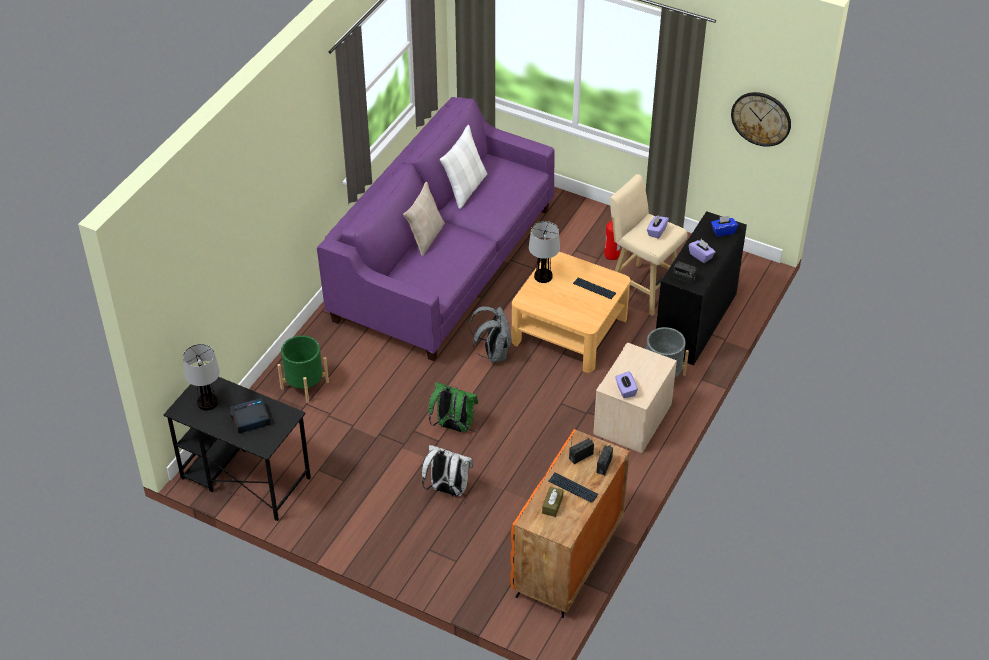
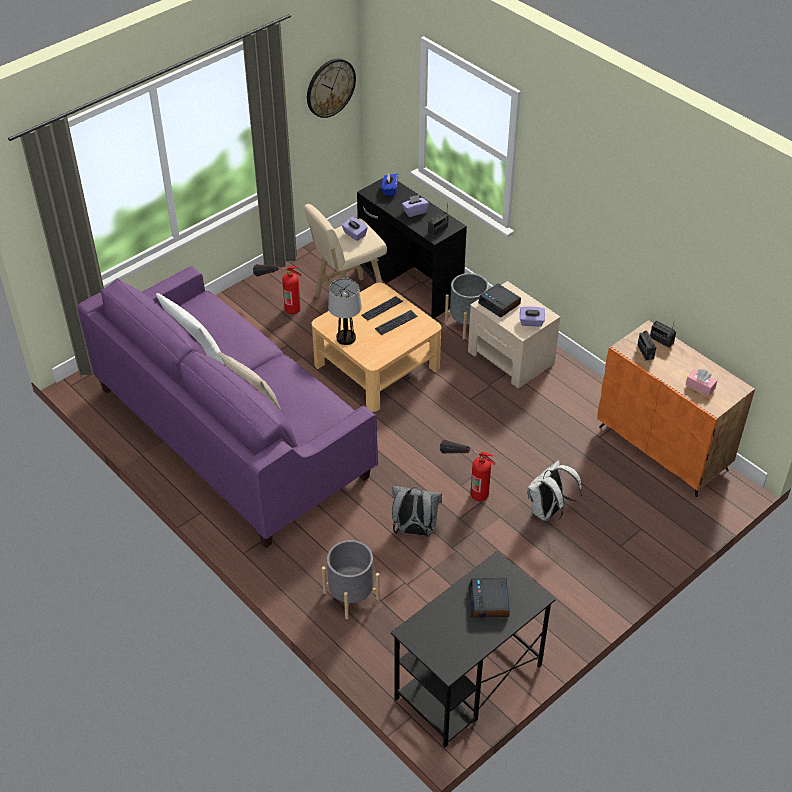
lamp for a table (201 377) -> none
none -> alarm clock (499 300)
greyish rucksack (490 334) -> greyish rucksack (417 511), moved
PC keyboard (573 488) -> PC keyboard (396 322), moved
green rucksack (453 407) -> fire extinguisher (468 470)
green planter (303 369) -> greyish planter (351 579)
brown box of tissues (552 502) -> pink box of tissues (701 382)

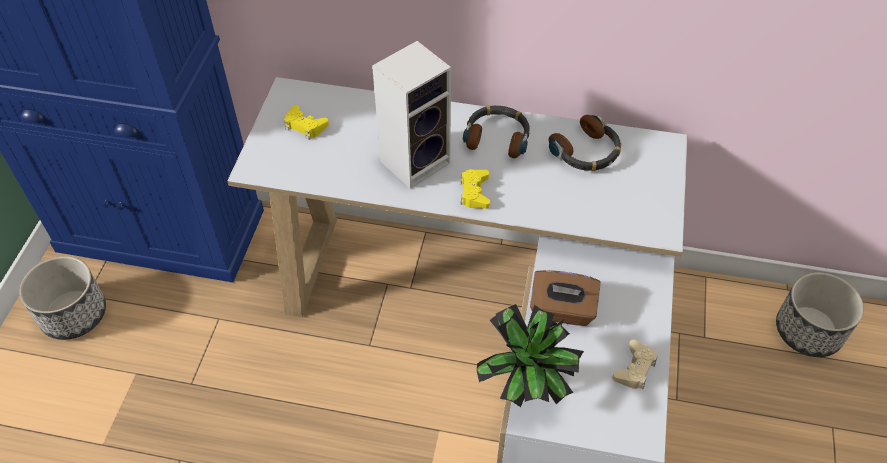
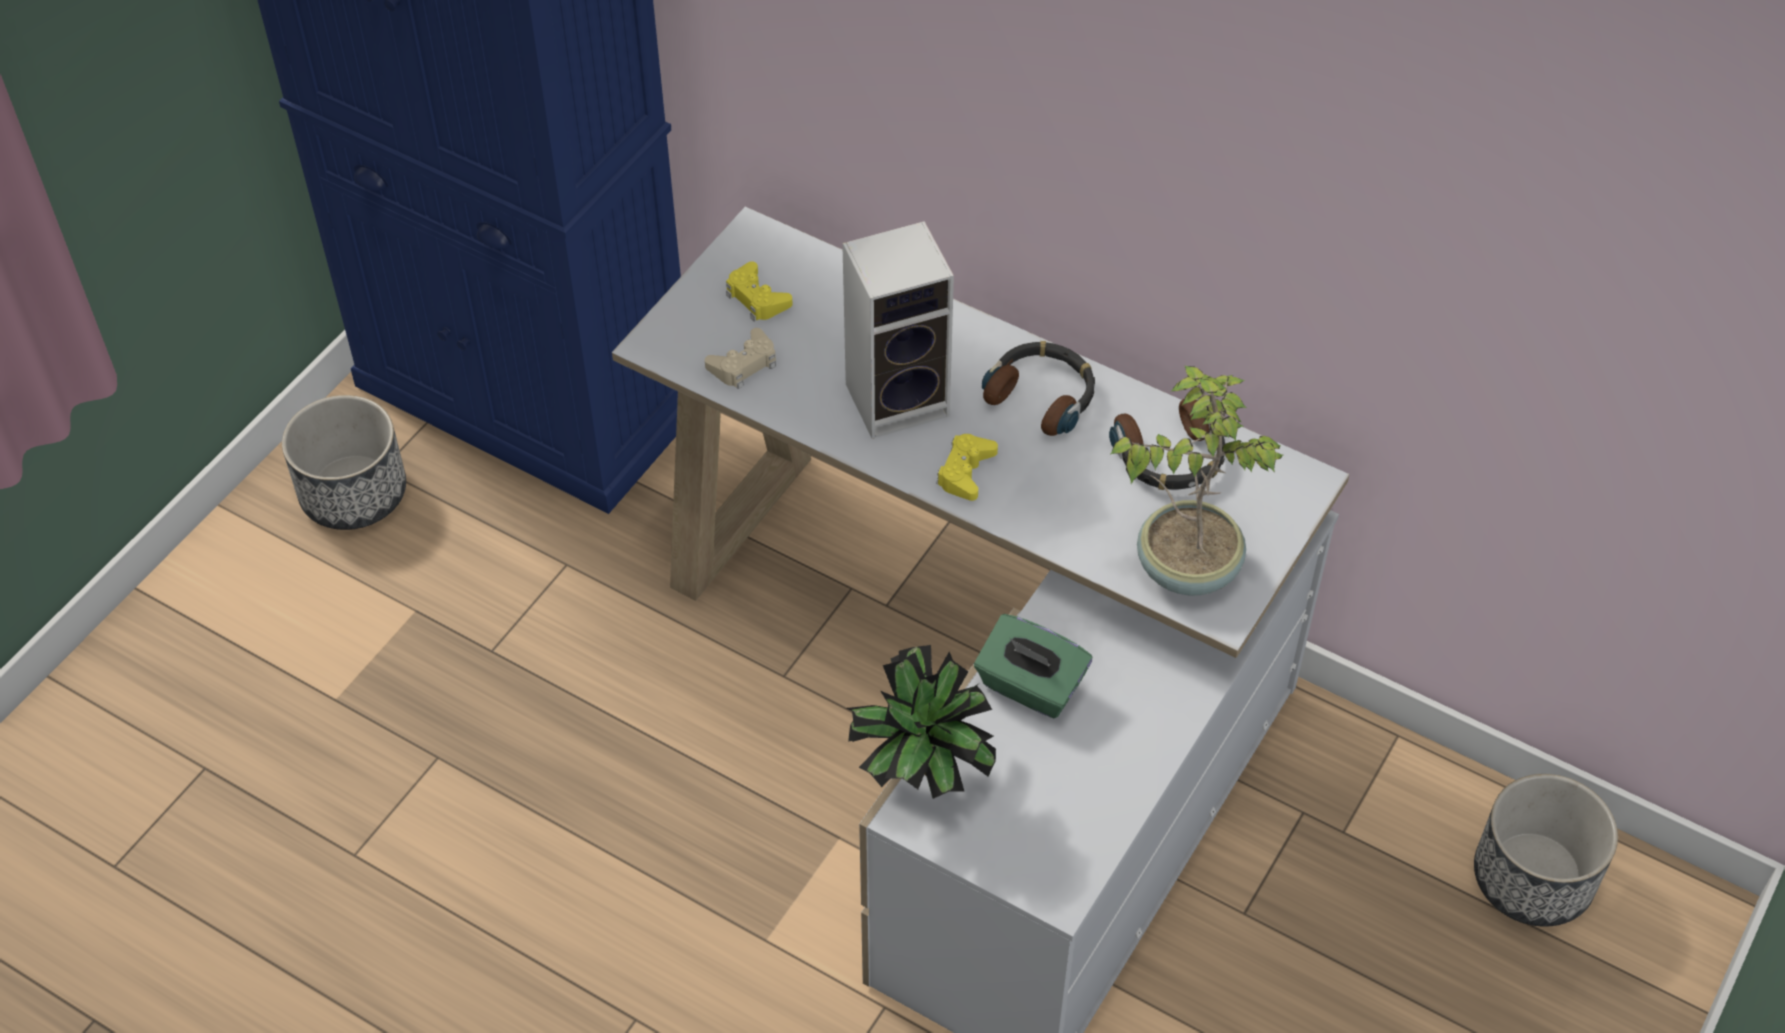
none -> houseplant (1196 480)
sand-coloured joypad (634 364) -> sand-coloured joypad (740 358), moved
brown box of tissues (565 298) -> green box of tissues (1033 666)

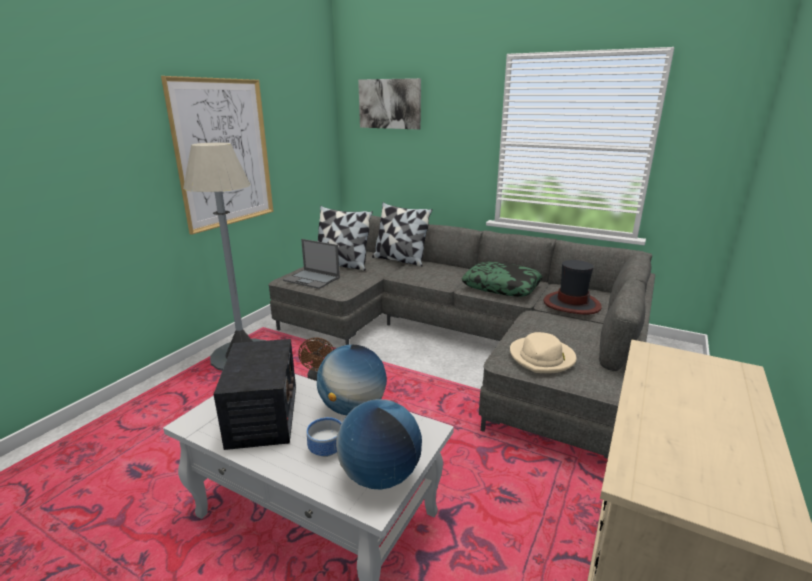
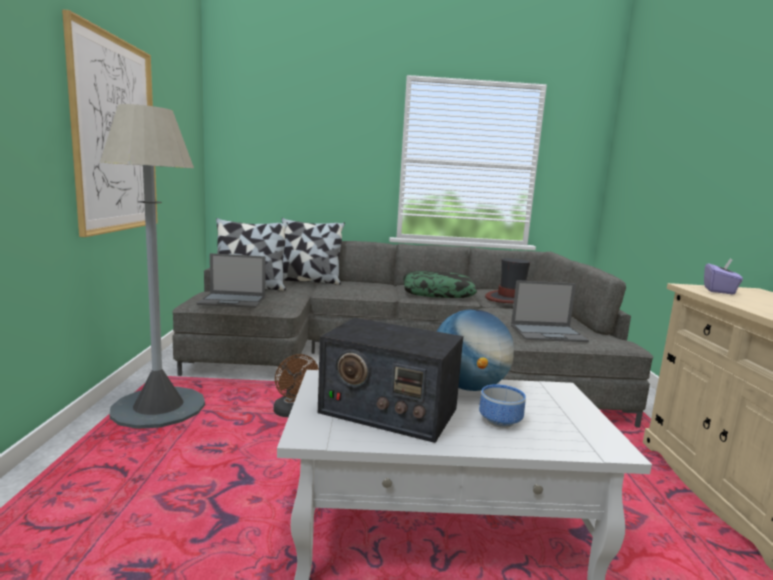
globe (379 444) -> none
picture (389 104) -> none
none -> purple-coloured box of tissues (723 276)
sand-coloured wearable hat (543 352) -> notebook computer (550 311)
radio set (255 394) -> radio set (390 380), 150 degrees clockwise

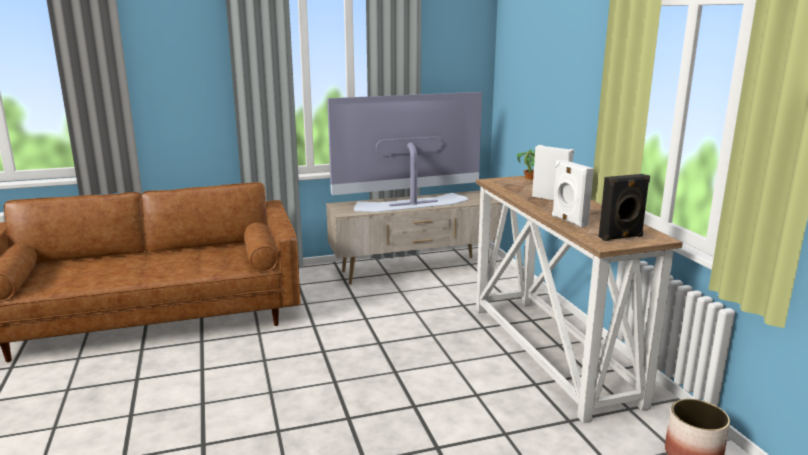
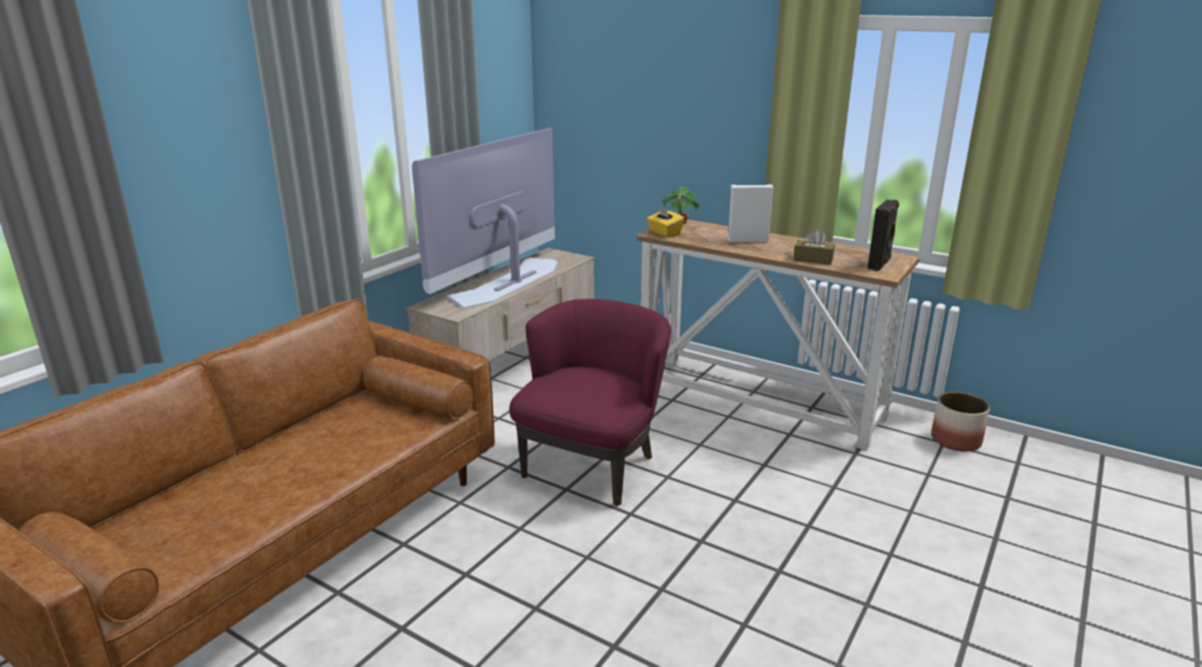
none -> purple-coloured armchair (590 402)
none -> yellow-coloured box of tissues (665 222)
white audio speaker (573 193) -> brown box of tissues (814 247)

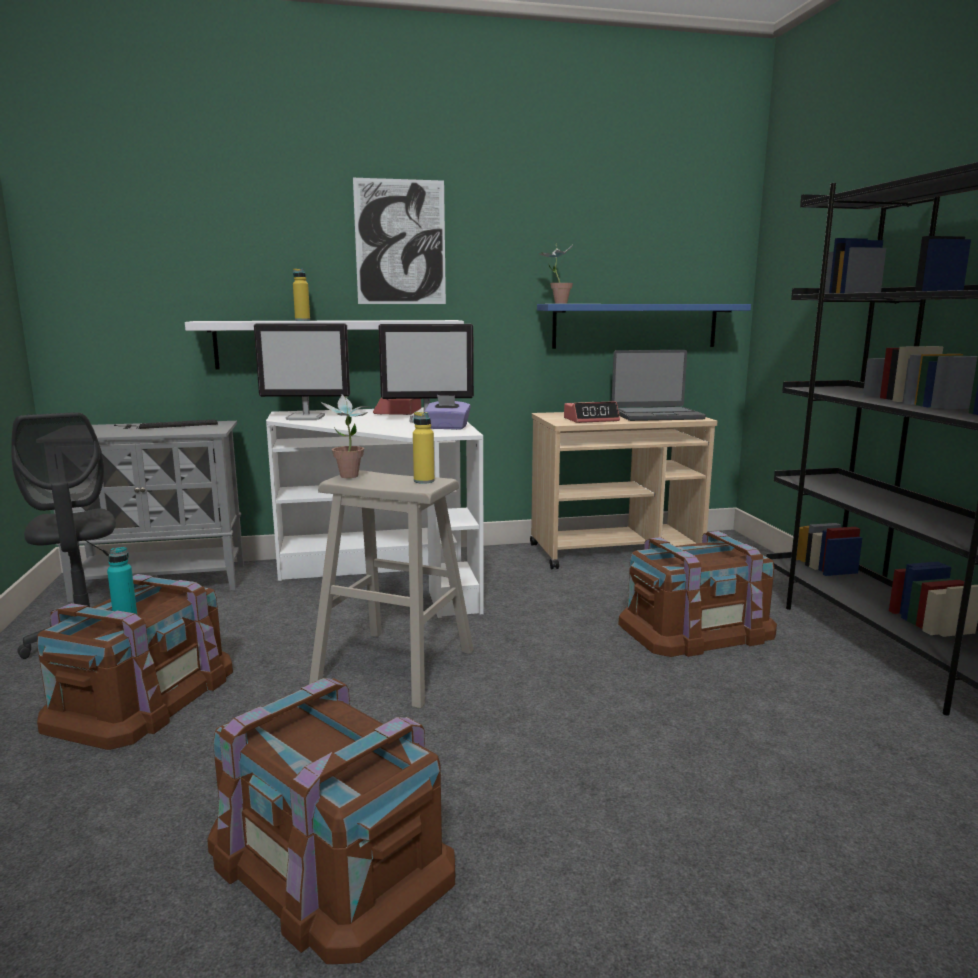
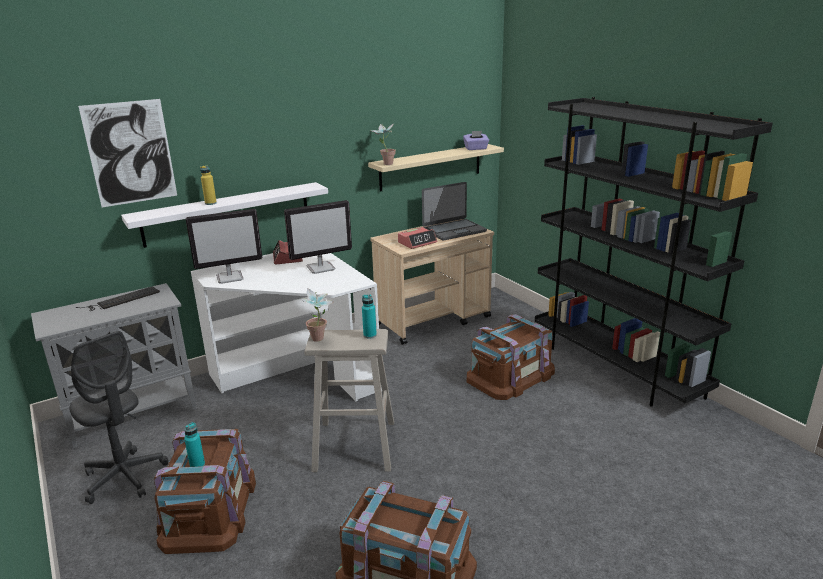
picture (399 241) -> picture (127 153), moved
purple-coloured box of tissues (447 412) -> purple-coloured box of tissues (476 140), moved
yellow-coloured beverage bottle (424 448) -> turquoise-coloured beverage bottle (369 316)
bluish wall shelf (644 326) -> sand-coloured wall shelf (436 168)

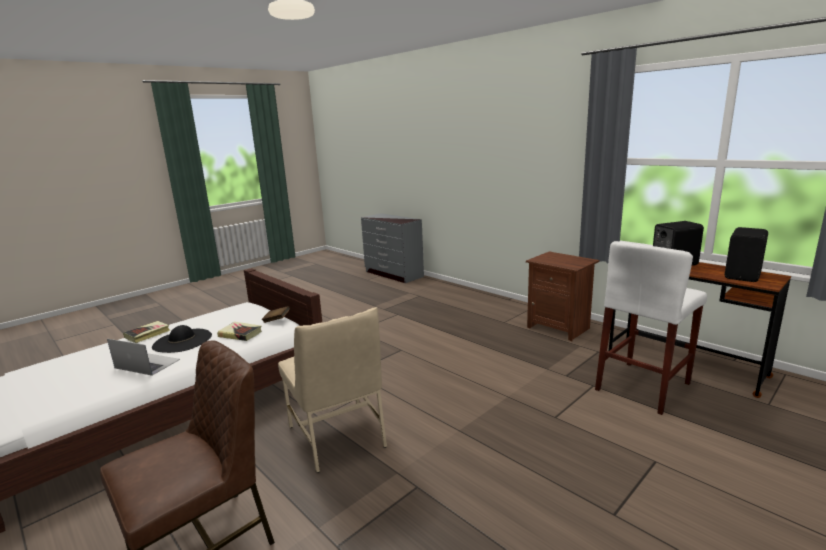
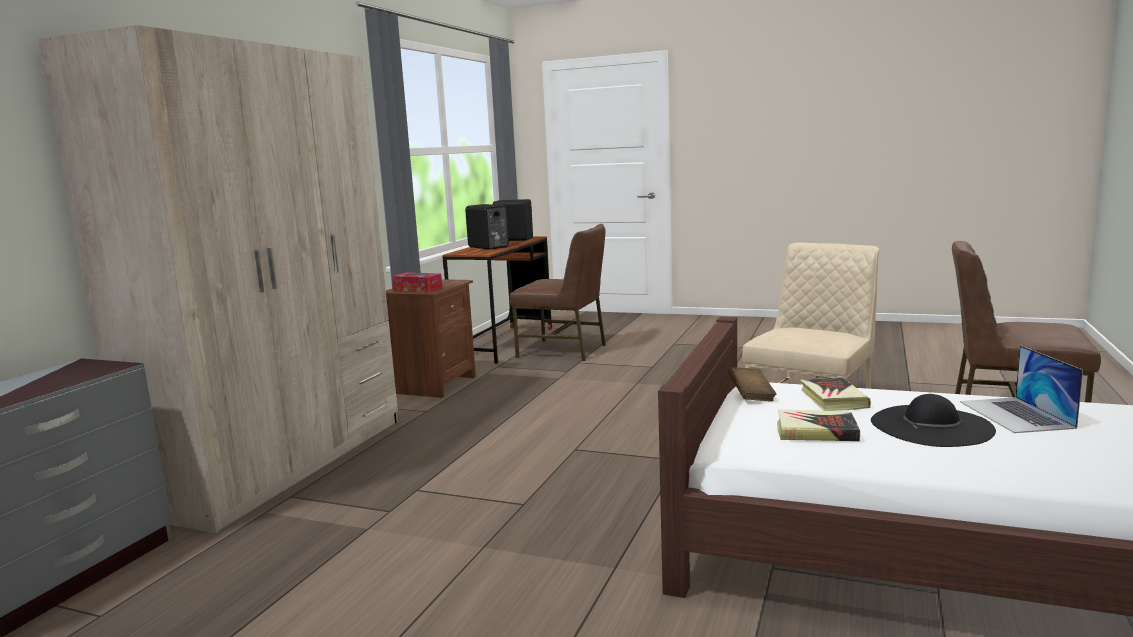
none -> sand-coloured clothes cupboard (218 279)
none -> box of tissues (417 282)
volume (147 332) -> volume (818 425), moved
white stool seat (651 328) -> brown chair (557 292)

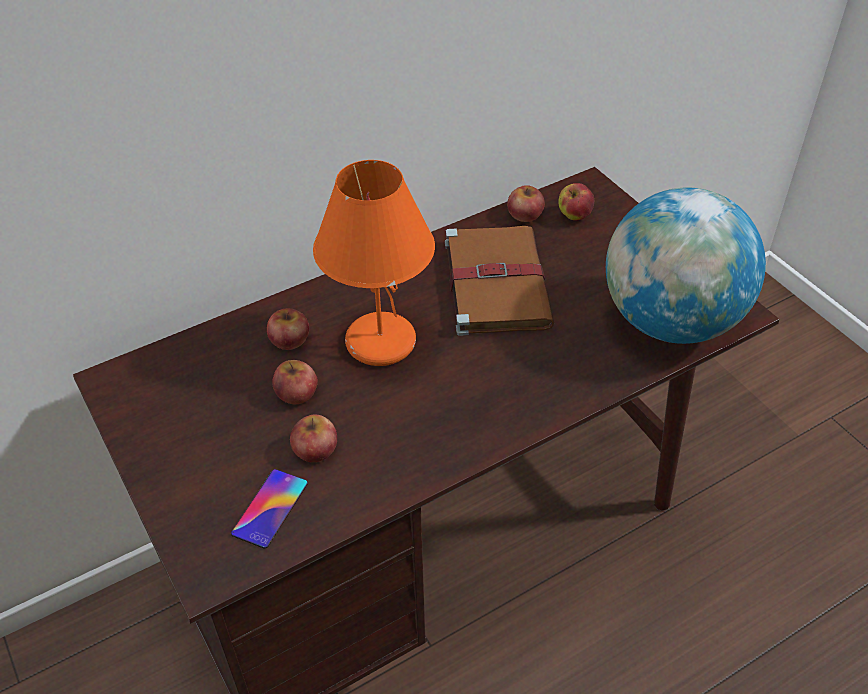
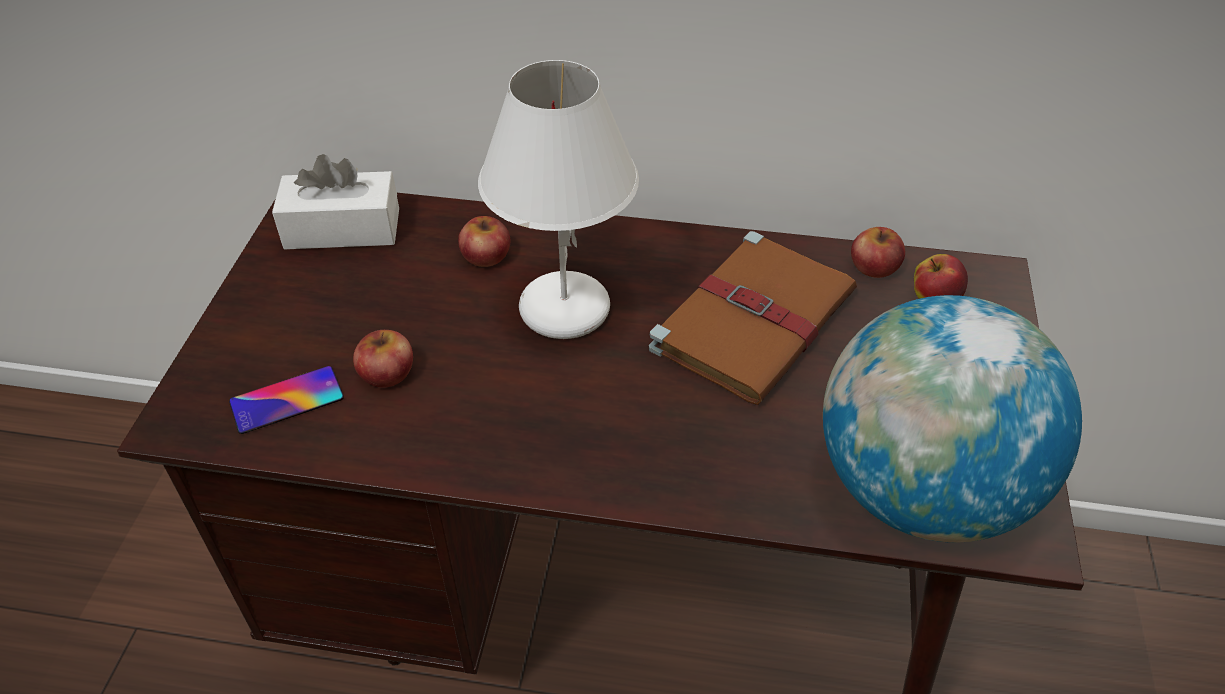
whole apple (295 382) -> none
none -> white box of tissues (335 201)
orangey lamp for a table (374 263) -> white lamp for a table (558 199)

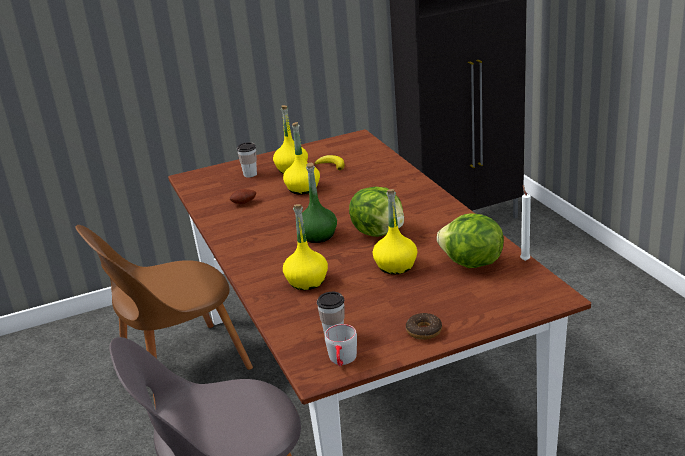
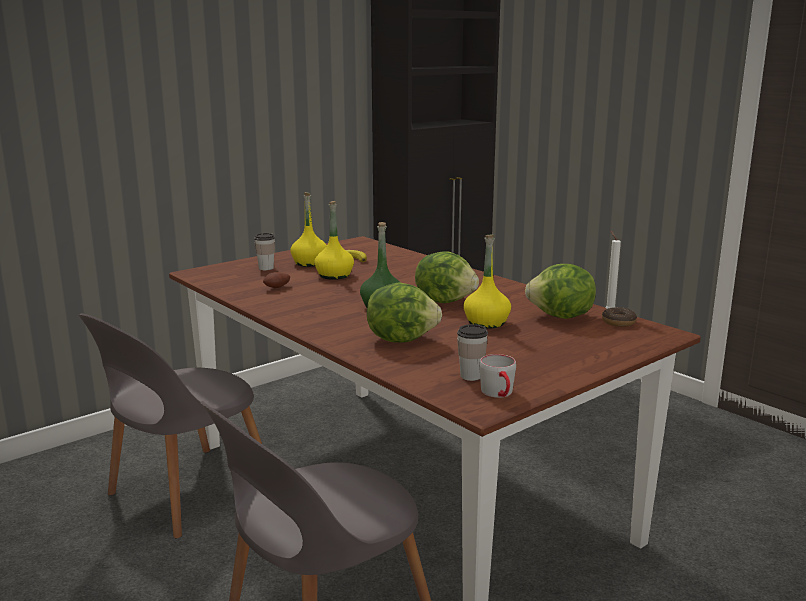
donut (424 326) -> donut (619 317), moved
yellow-coloured beverage bottle (305 247) -> lettuce (404 312)
brown chair (164 314) -> greyish chair (170 425)

